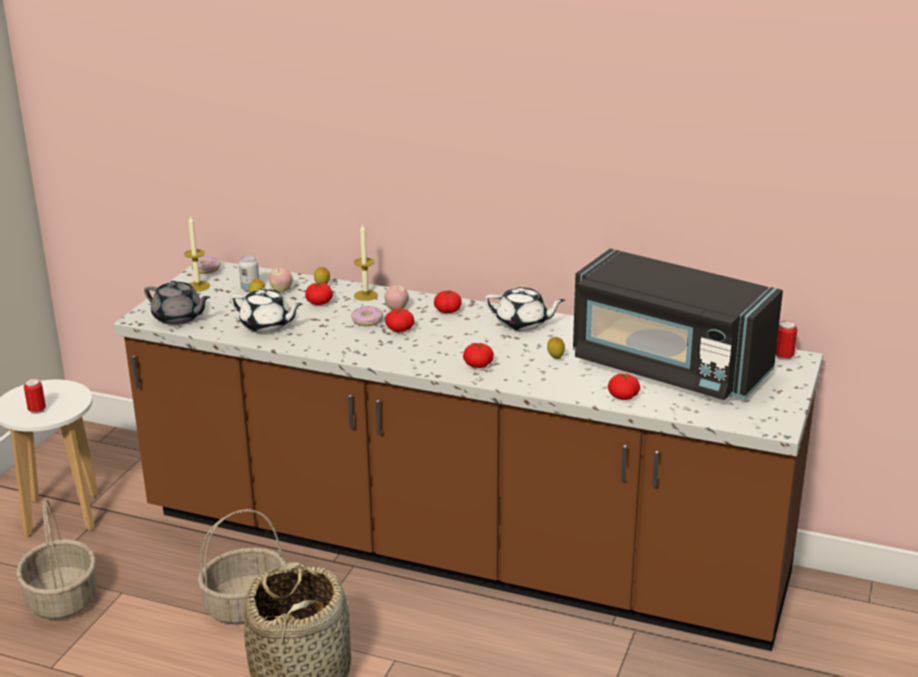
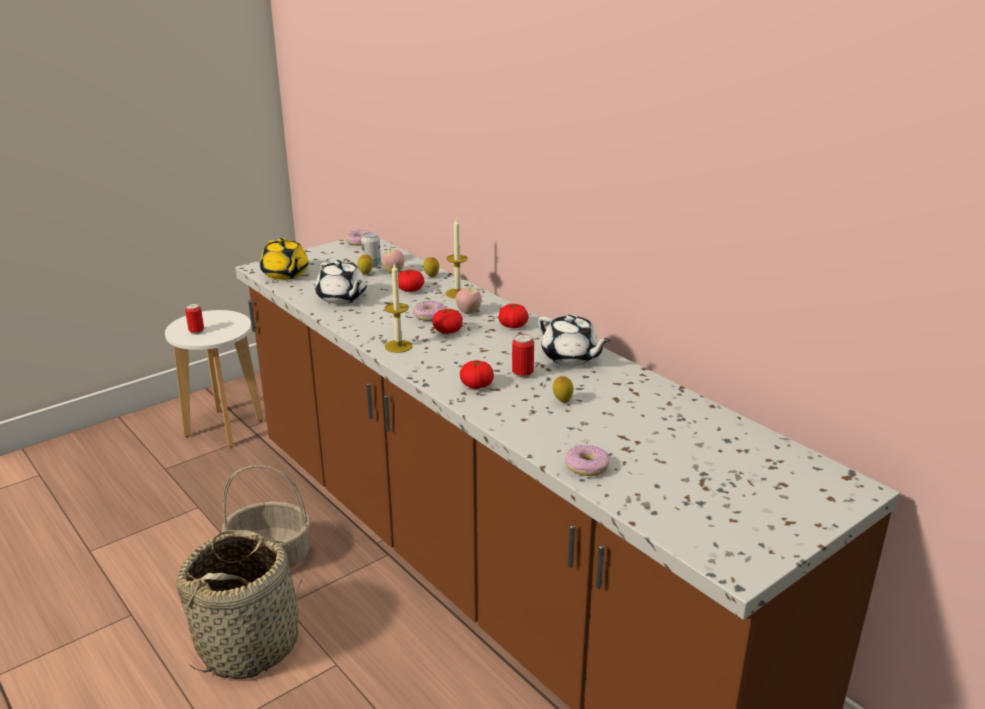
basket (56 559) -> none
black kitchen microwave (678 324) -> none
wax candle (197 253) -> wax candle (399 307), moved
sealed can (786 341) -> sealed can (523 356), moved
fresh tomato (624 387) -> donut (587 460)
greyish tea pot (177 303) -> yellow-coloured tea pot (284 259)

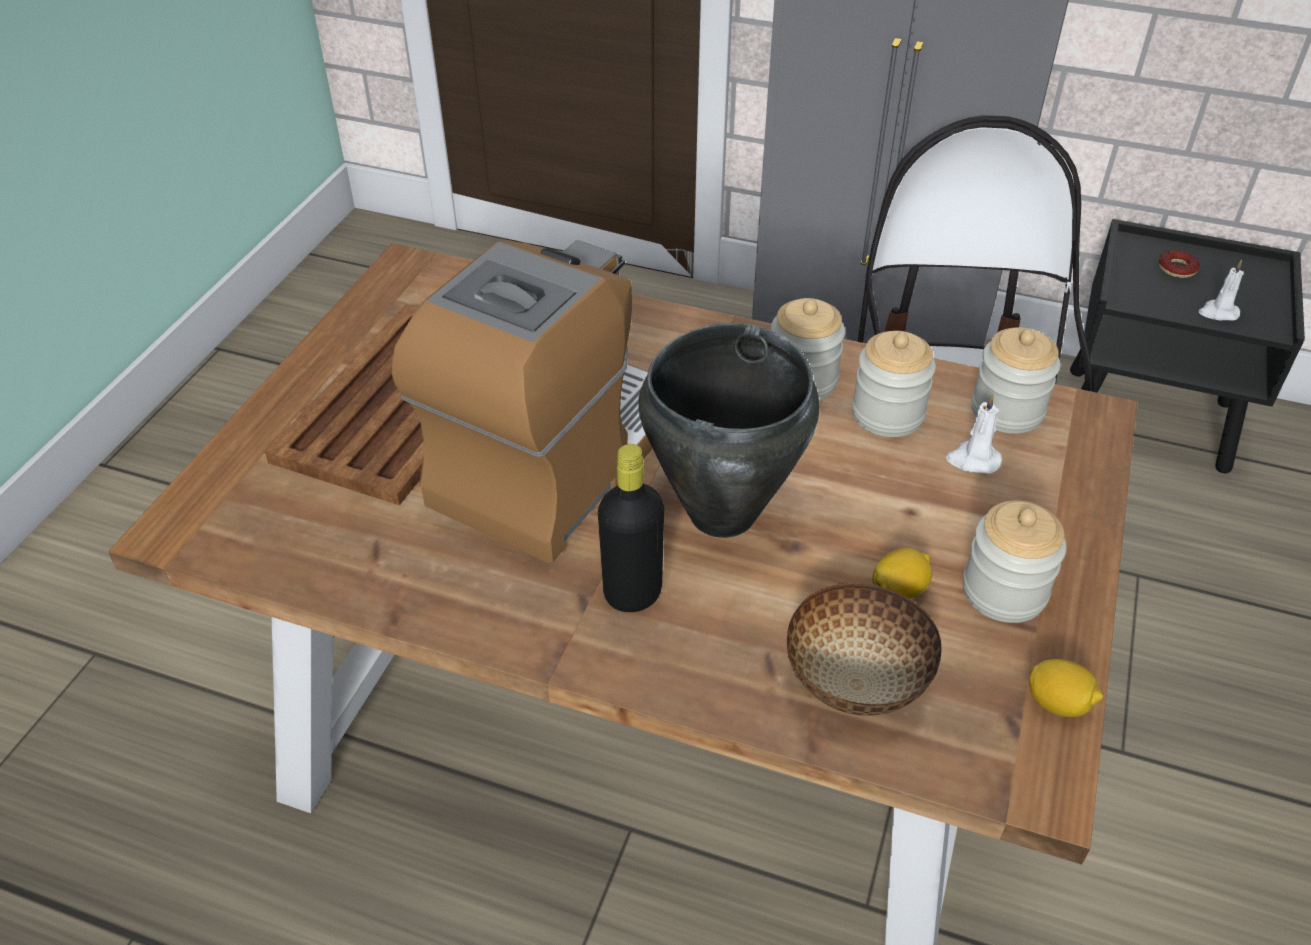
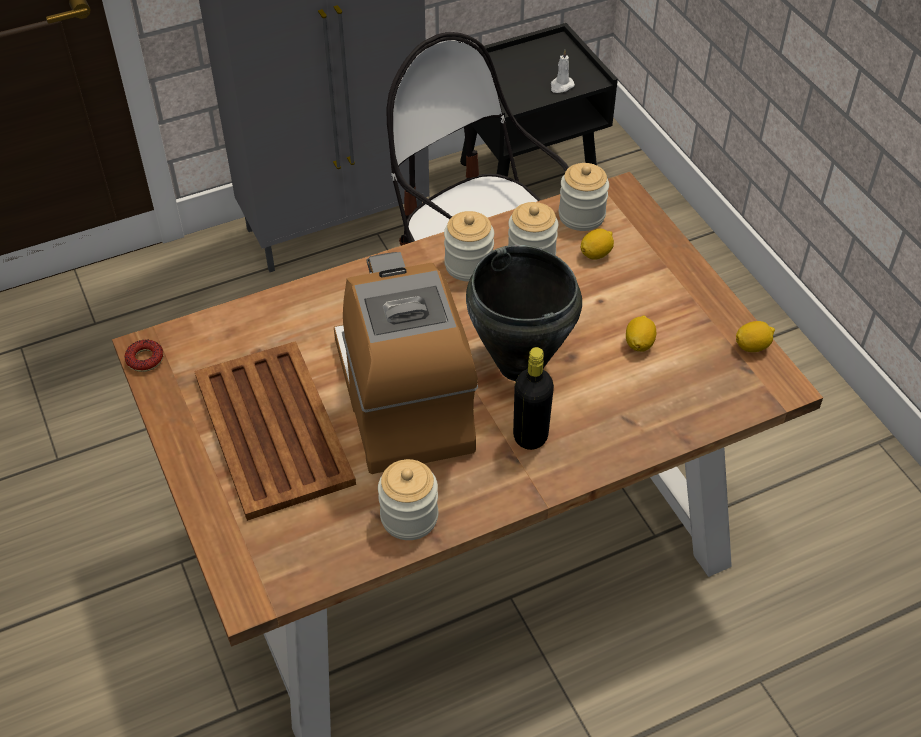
bowl (864 649) -> none
storage jar (1015 561) -> storage jar (408 499), moved
donut (1179 264) -> donut (144 356), moved
white wax candle (974 433) -> lemon (597 244)

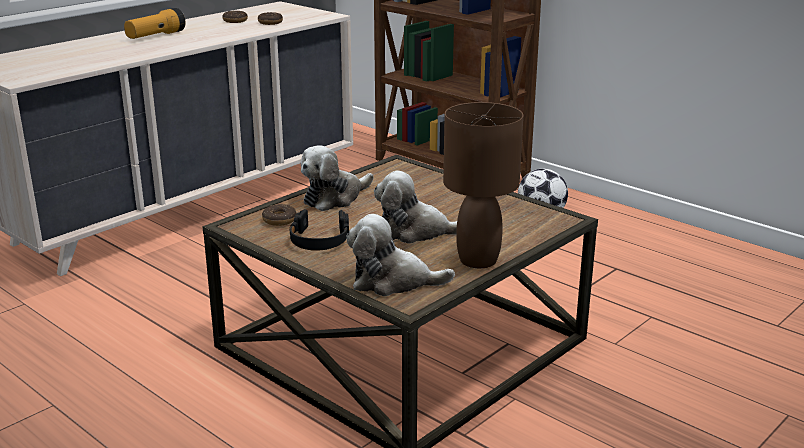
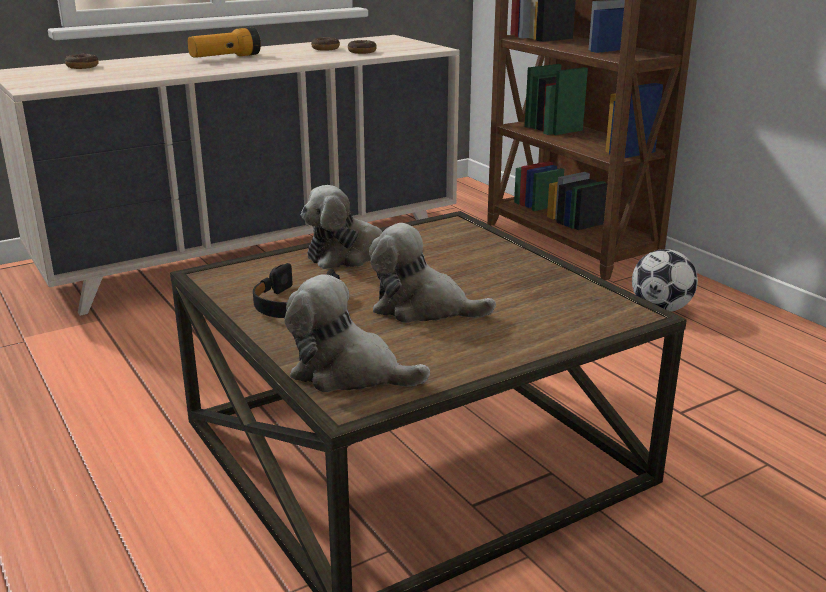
brown lamp for a table (483 185) -> none
donut (279 215) -> donut (82 61), moved

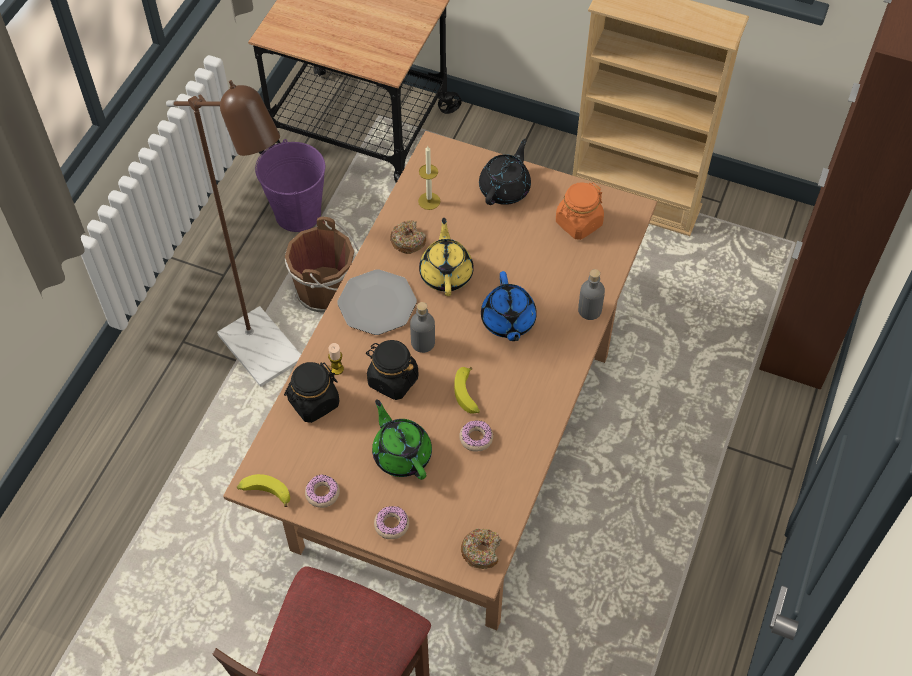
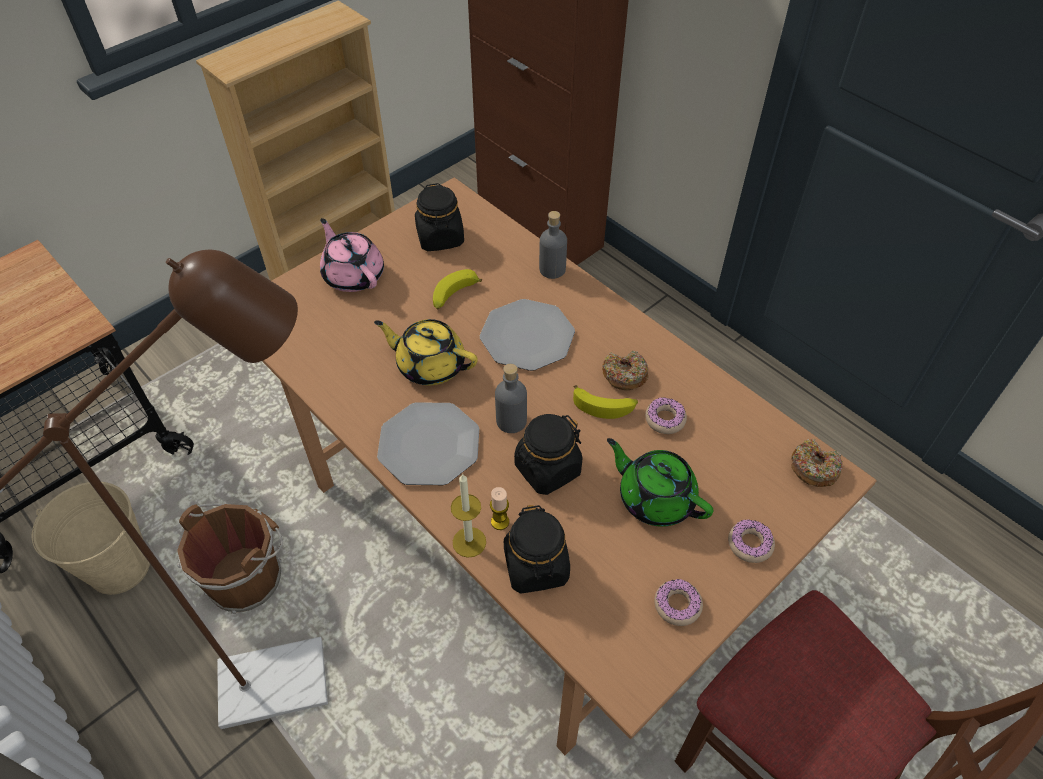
whole banana (263 490) -> whole banana (457 289), moved
donut (408 237) -> donut (625 370), moved
wax candle (429 178) -> wax candle (468 516), moved
bluish tea pot (509 306) -> plate (527 335)
purple-coloured water bucket (290 185) -> sand-coloured water bucket (91 538)
black tea pot (505 172) -> pink tea pot (352 255)
orangey storage jar (580 211) -> black storage jar (439 217)
green tea pot (402 439) -> green tea pot (660 482), 45 degrees clockwise

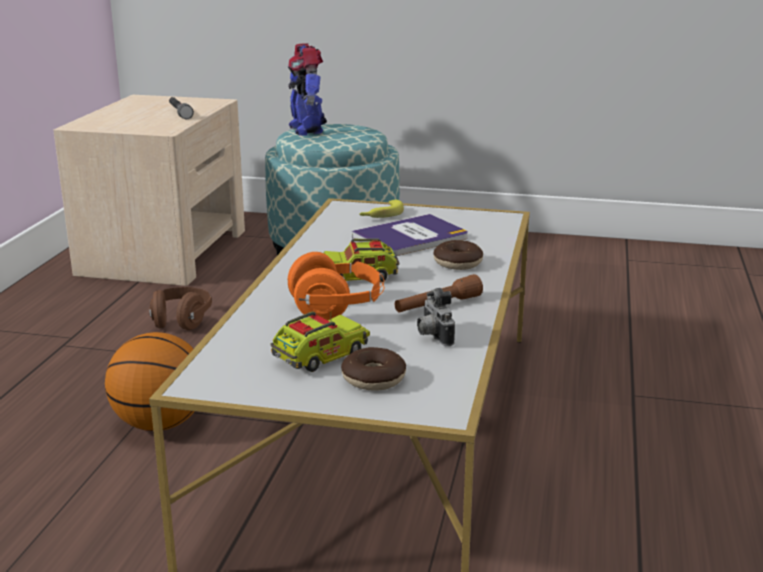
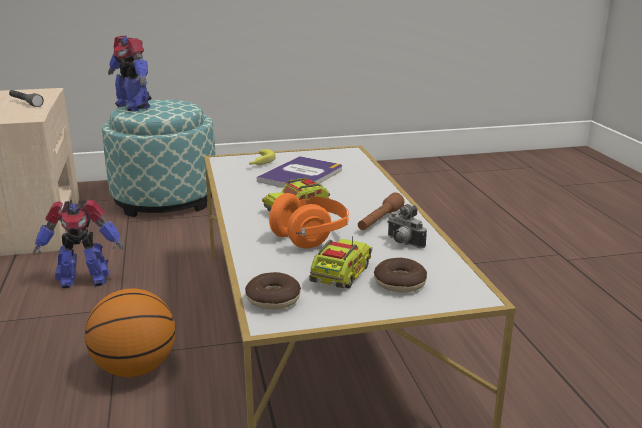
donut (458 255) -> donut (273 291), moved
brown headphones (180 308) -> model robot (78 244)

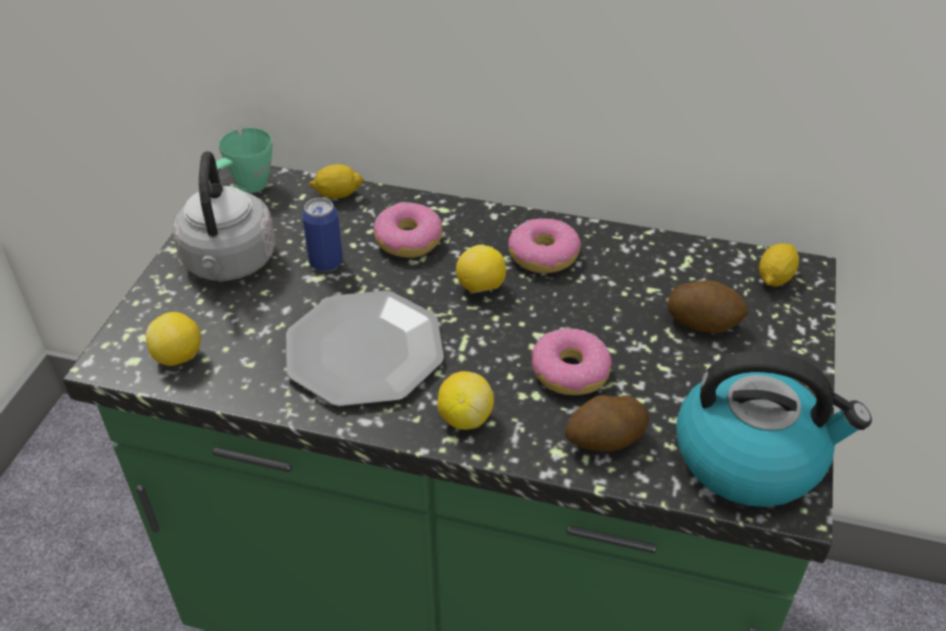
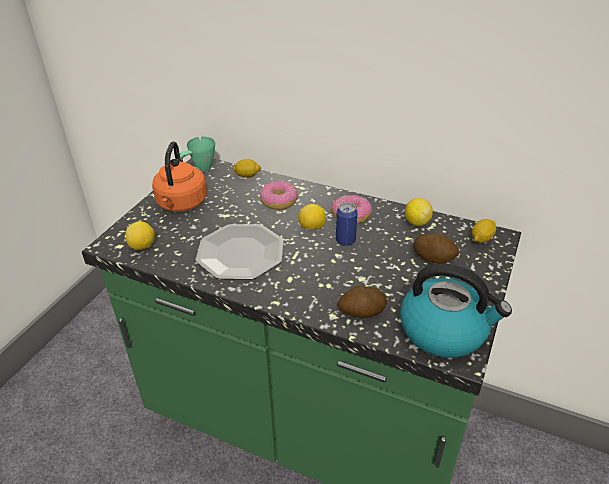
donut (572 361) -> none
sealed can (322 235) -> sealed can (346 224), moved
lemon (465 400) -> lemon (419 212), moved
greyish kettle (224 216) -> orangey kettle (179 177)

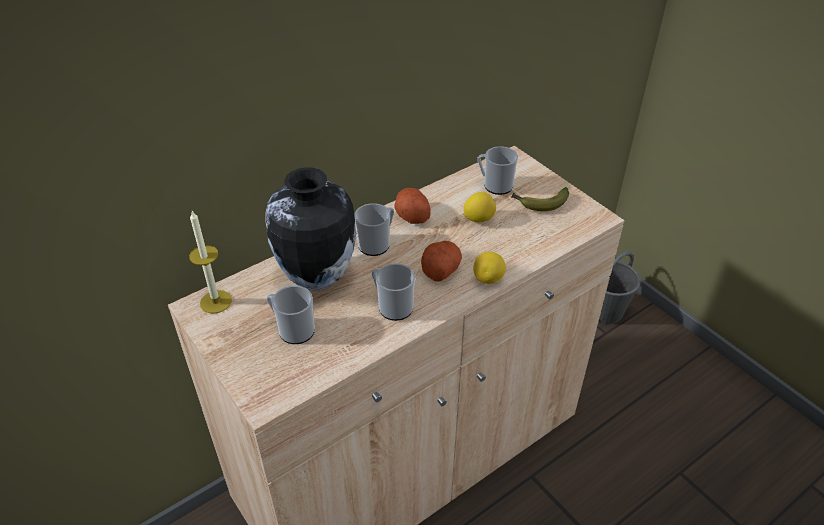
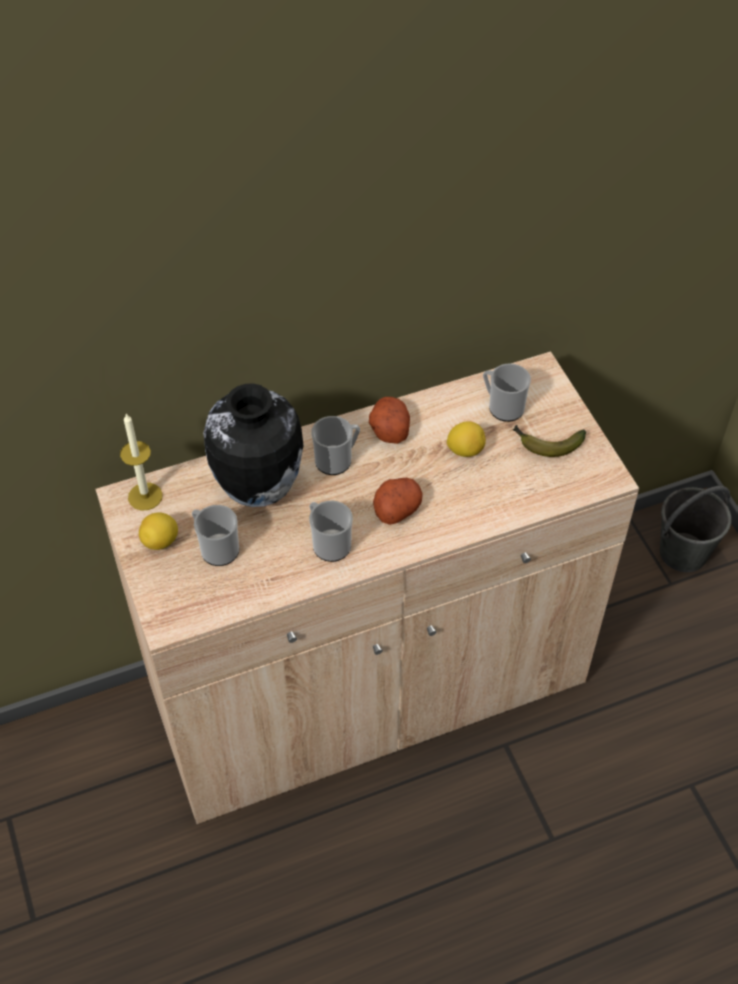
lemon (489 268) -> lemon (158 531), moved

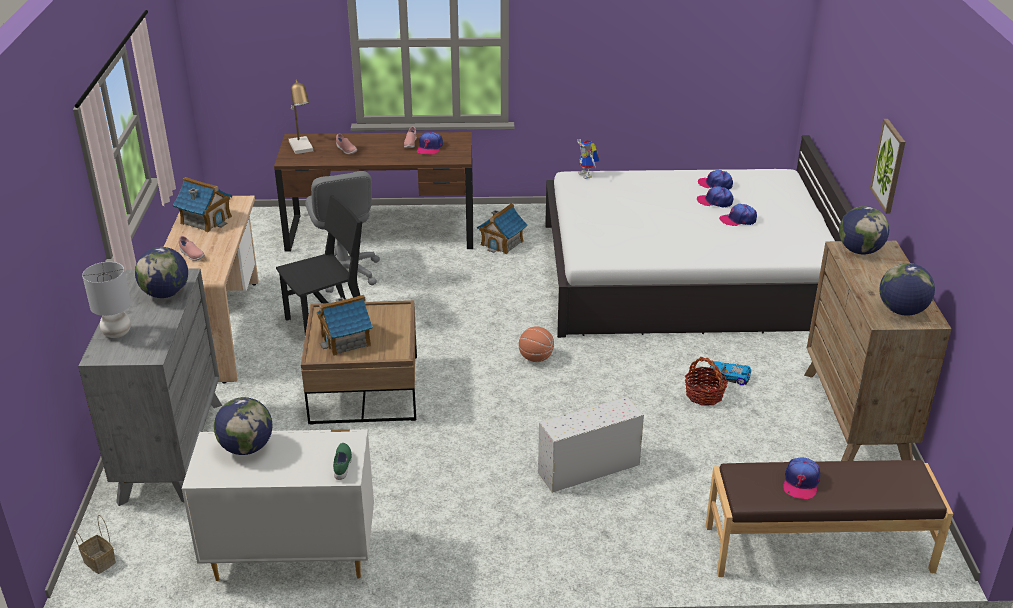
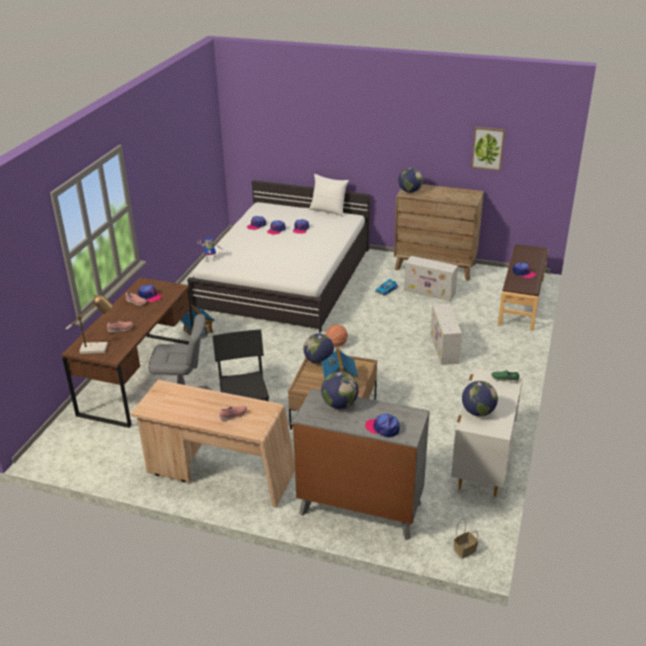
model house (202 204) -> none
basket (706 381) -> none
none -> white throw pillow (329 195)
none -> white storage box (431 278)
picture (887 166) -> picture (488 149), moved
globe (907 289) -> globe (318 349), moved
greyish lamp for a table (106 300) -> cap (382 425)

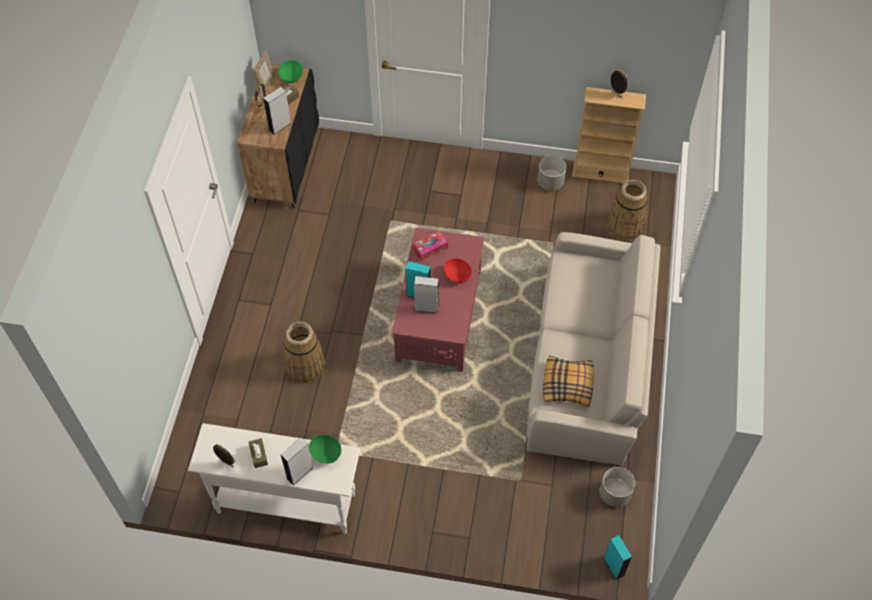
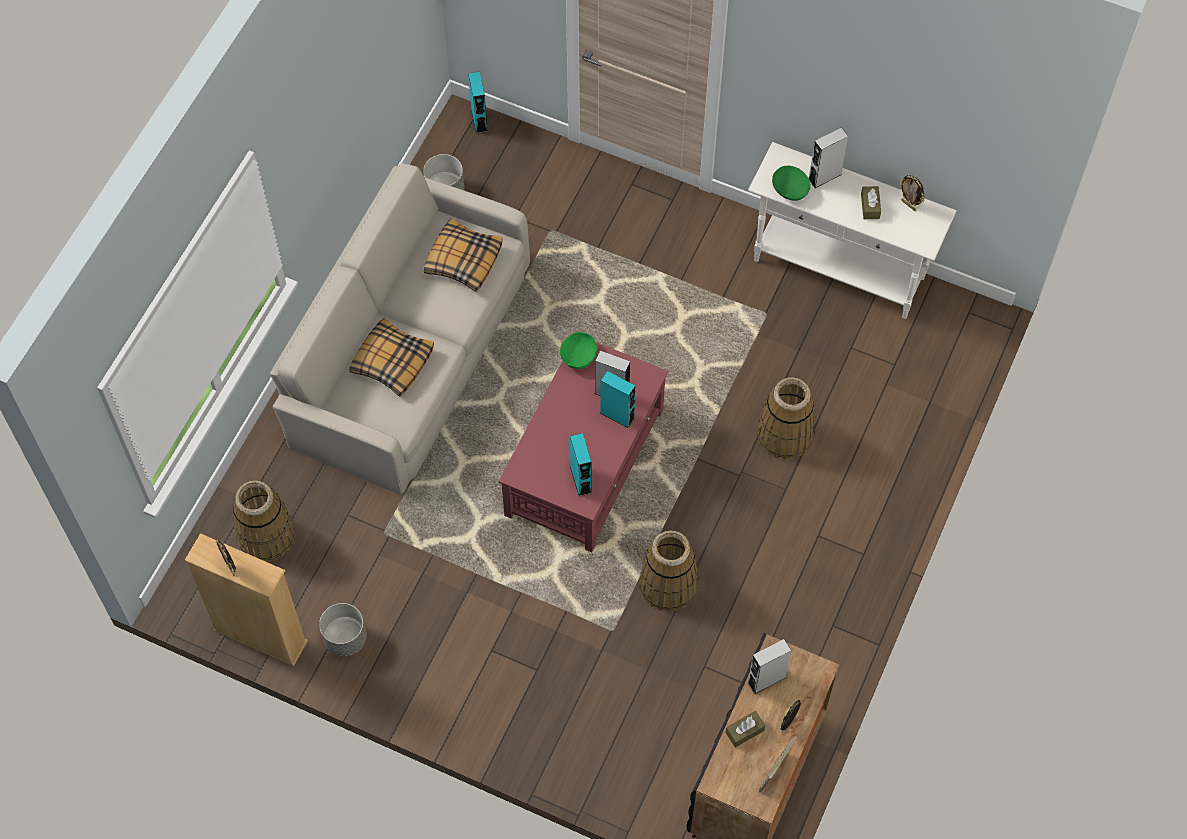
reddish bowl (458 270) -> none
none -> throw pillow (391 357)
none -> basket (668 571)
green bowl (291 71) -> green bowl (578 350), moved
box of tissues (430 246) -> turquoise-coloured audio speaker (581 464)

